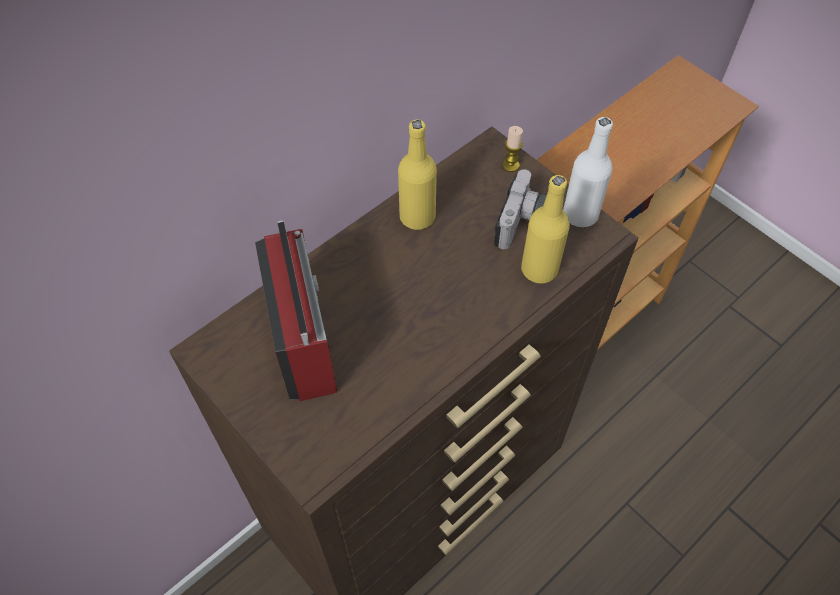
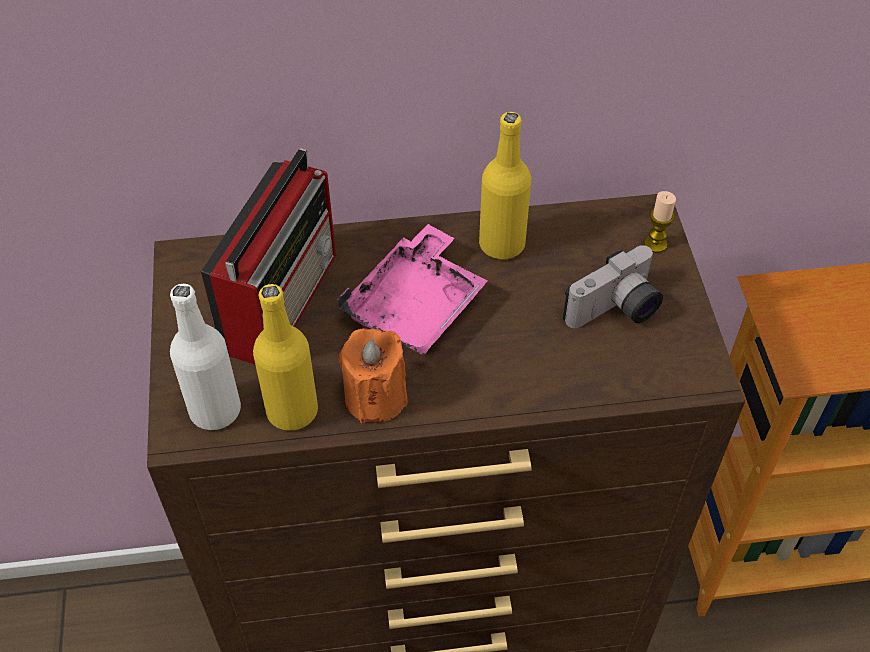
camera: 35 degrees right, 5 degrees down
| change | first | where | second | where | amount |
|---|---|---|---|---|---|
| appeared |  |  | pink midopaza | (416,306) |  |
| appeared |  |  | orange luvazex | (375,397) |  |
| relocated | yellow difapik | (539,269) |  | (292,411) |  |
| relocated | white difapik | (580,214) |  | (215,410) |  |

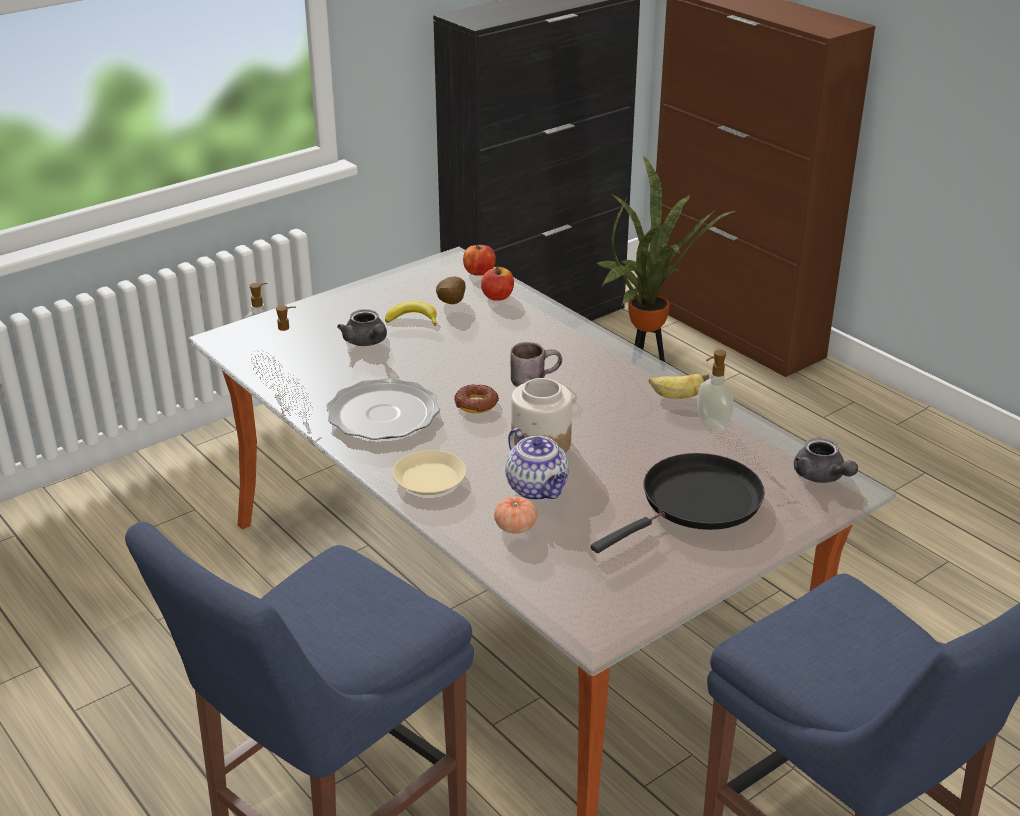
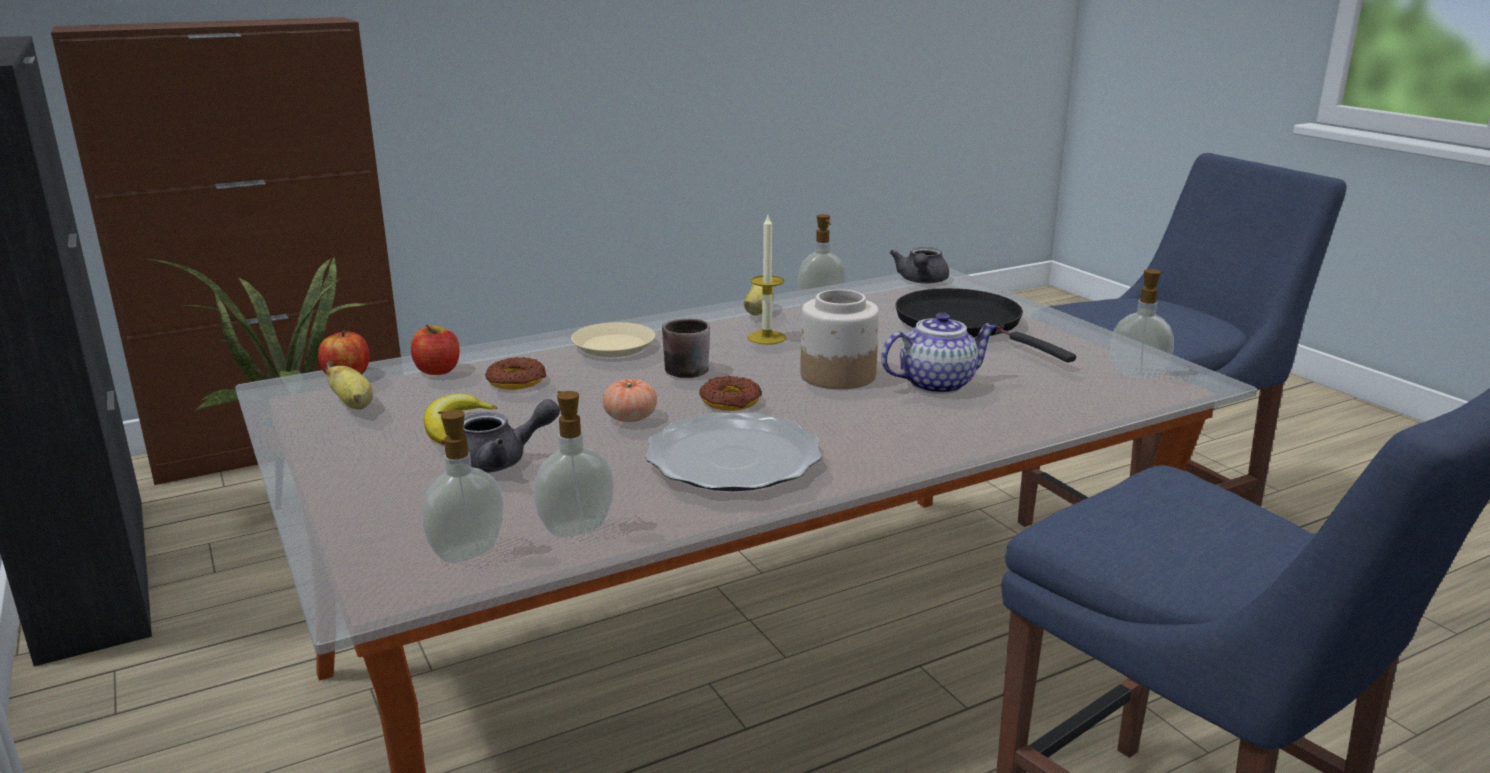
camera: 80 degrees left, 10 degrees down
| change | first | where | second | where | amount |
|---|---|---|---|---|---|
| missing | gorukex | (450,304) |  |  |  |
| appeared |  |  | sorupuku | (353,405) |  |
| appeared |  |  | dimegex | (516,381) |  |
| appeared |  |  | luvazex | (766,337) |  |
| appeared |  |  | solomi | (1137,375) |  |
| relocated | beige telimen | (429,478) |  | (613,346) |  |
| relocated | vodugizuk | (515,527) |  | (630,418) |  |
| spun | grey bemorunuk | (822,477) |  | (921,281) | 120 degrees clockwise |

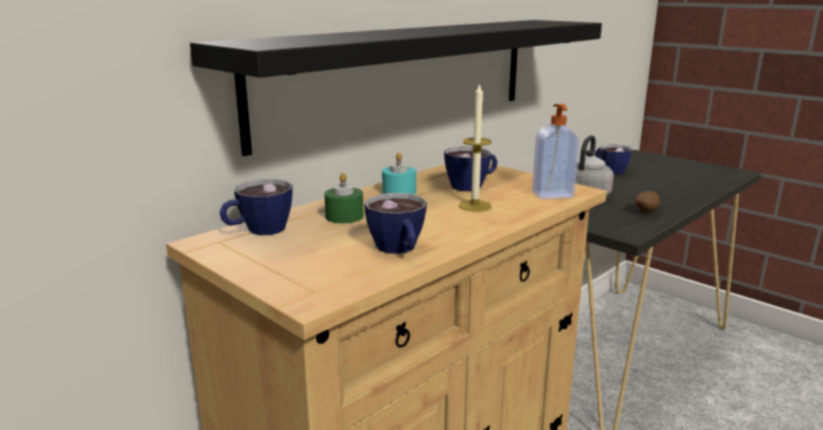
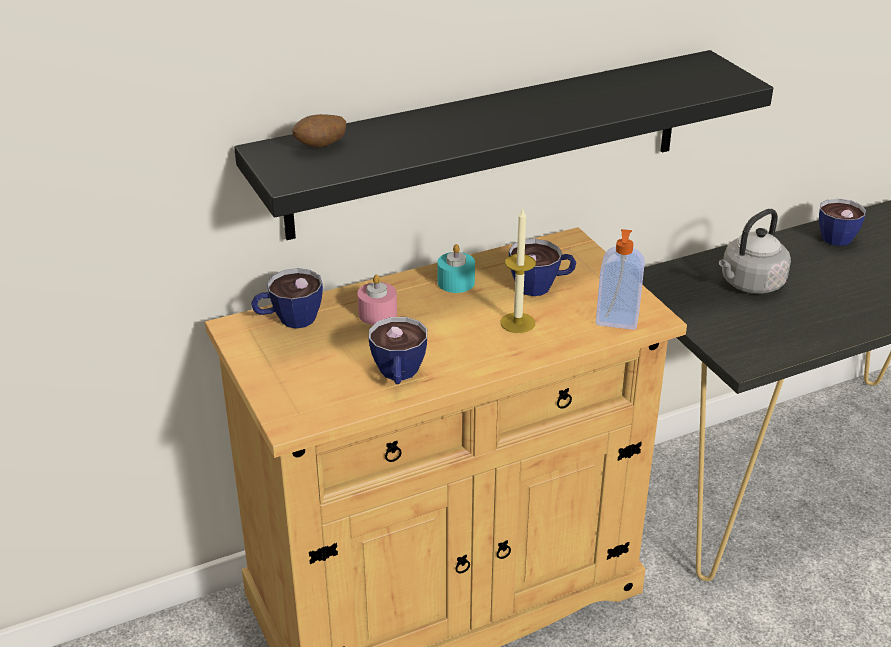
camera: 20 degrees right, 15 degrees up
| change | first | where | second | where | amount |
|---|---|---|---|---|---|
| relocated | gorukex | (646,212) |  | (320,146) |  |
| colour | green luvazex | (344,216) | pink luvazex | (377,314) |  |

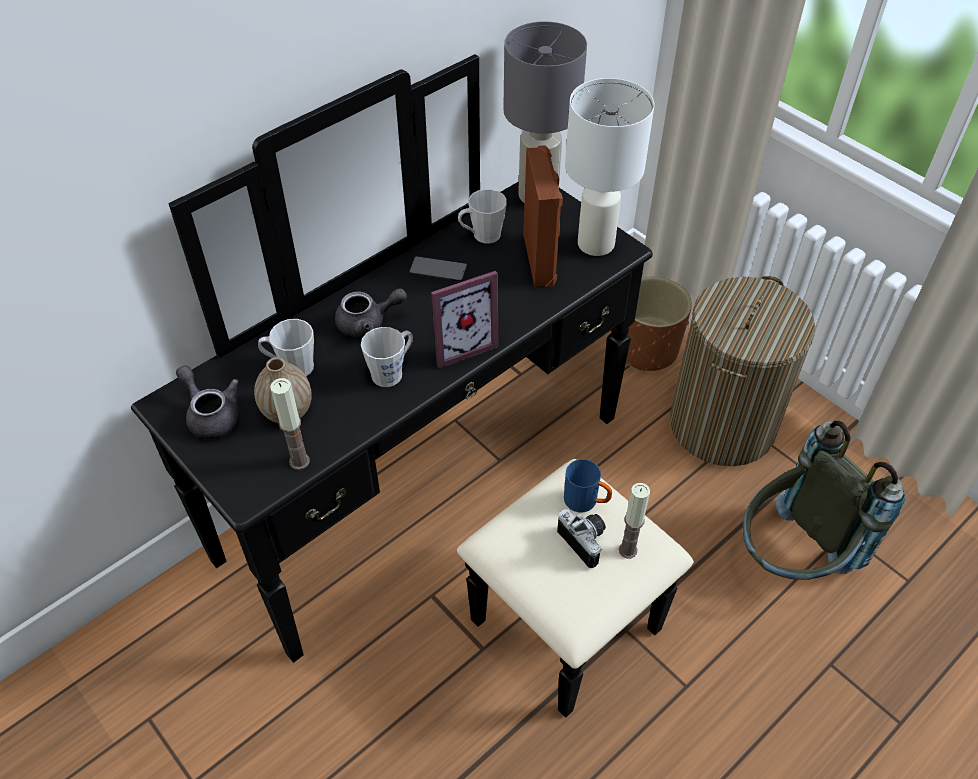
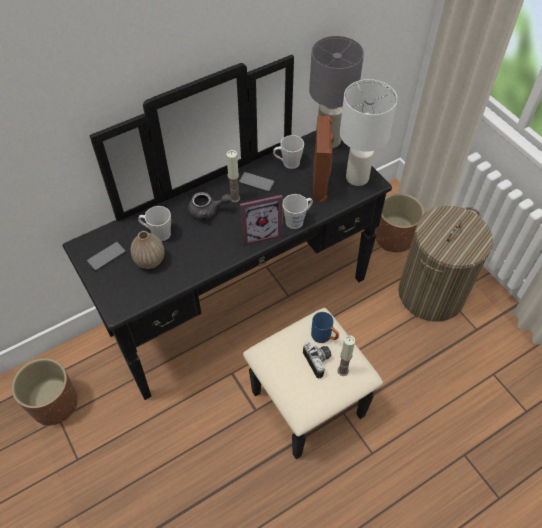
camera: 10 degrees right, 5 degrees up
| change | first | where | second | where | amount |
|---|---|---|---|---|---|
| missing | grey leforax | (791,559) |  |  |  |
| appeared |  |  | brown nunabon | (54,403) |  |
| relocated | luvazex | (299,461) |  | (234,198) |  |
| relocated | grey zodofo | (392,372) |  | (297,220) |  |
| exchanged | grey bemorunuk | (211,415) | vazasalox | (106,256) |  |

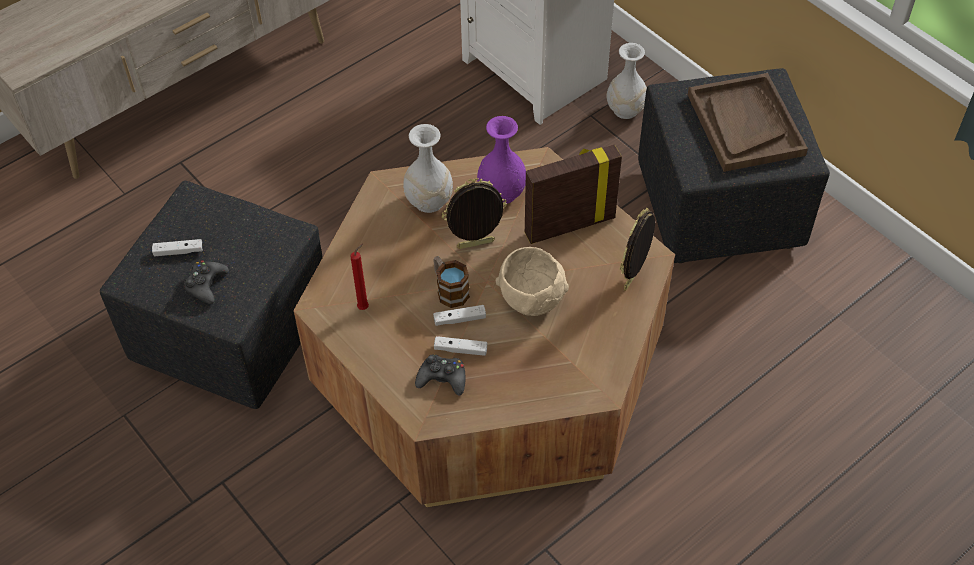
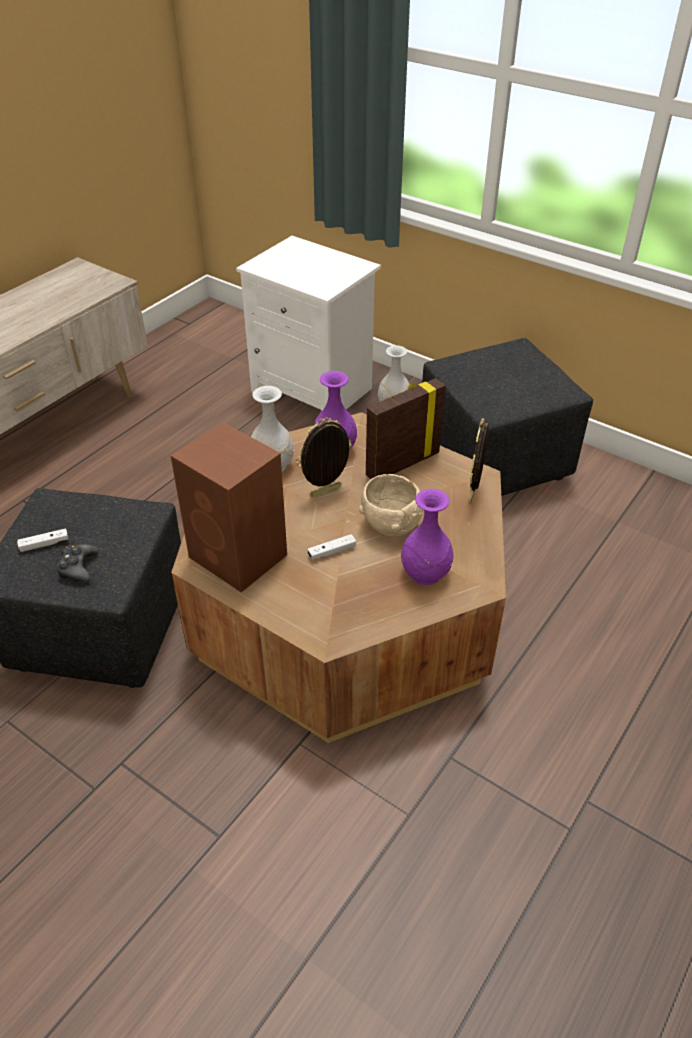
camera: 15 degrees left, 10 degrees down
| change | first | where | second | where | amount |
|---|---|---|---|---|---|
| missing | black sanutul | (442,378) |  |  |  |
| missing | zodofo | (449,290) |  |  |  |
| missing | white sanutul | (460,349) |  |  |  |
| missing | brown midopaza | (745,124) |  |  |  |
| appeared |  |  | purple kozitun | (424,574) |  |
| exchanged | red luvazex | (365,307) | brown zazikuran | (239,557) |  |

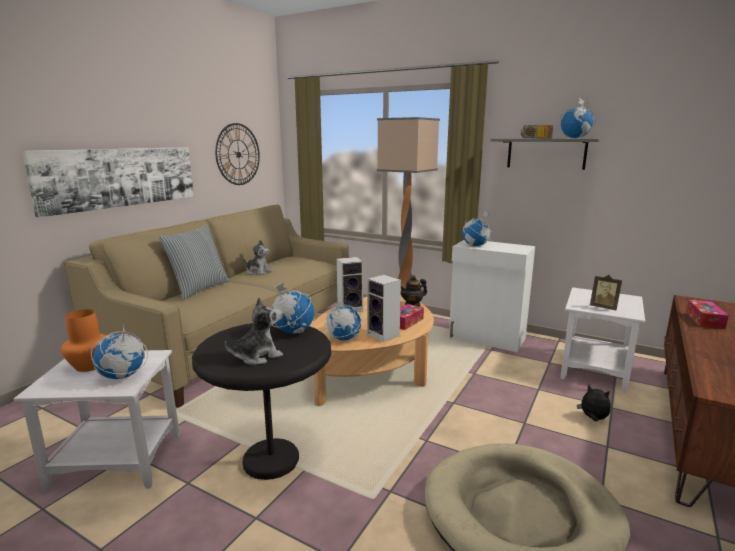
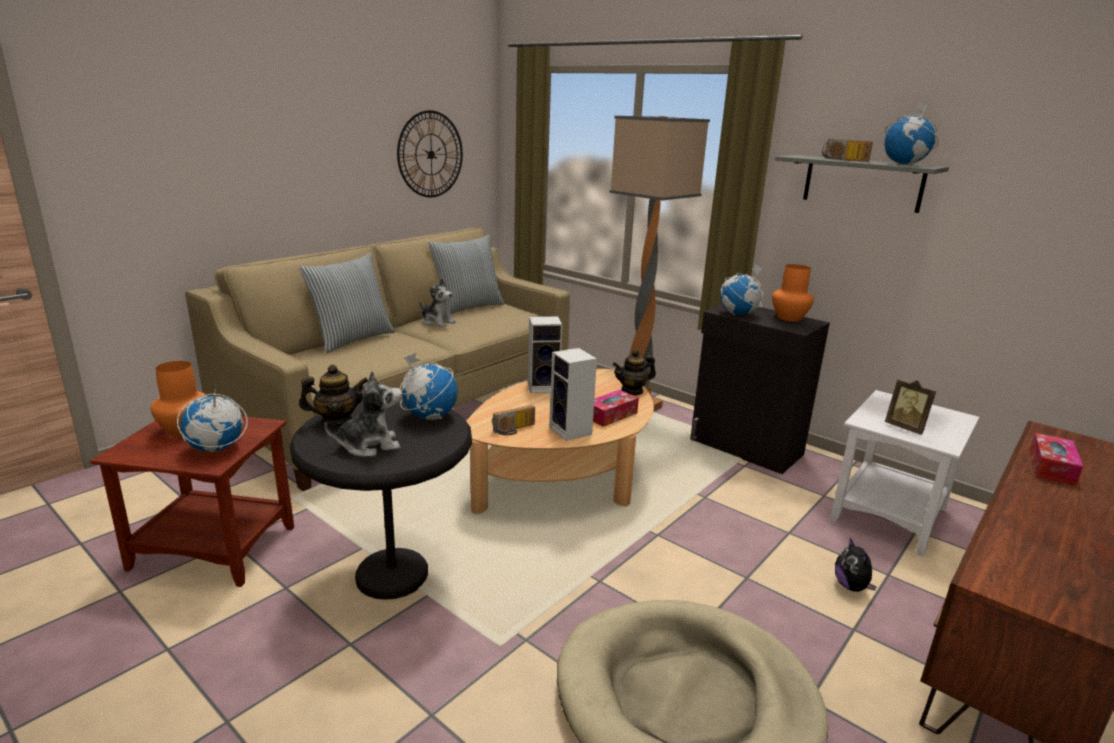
camera: 10 degrees right, 5 degrees up
| change | first | where | second | where | amount |
|---|---|---|---|---|---|
| missing | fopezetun | (120,177) |  |  |  |
| appeared |  |  | bemorunuk | (336,421) |  |
| appeared |  |  | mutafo | (467,307) |  |
| appeared |  |  | orange kozitun | (790,318) |  |
| exchanged | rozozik | (343,339) | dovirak | (514,430) |  |
| colour | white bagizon | (116,462) | brown bagizon | (212,549) |  |
| colour | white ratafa | (487,338) | black ratafa | (746,448) |  |
| spun | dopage | (593,418) |  | (851,587) | 150 degrees counterclockwise |

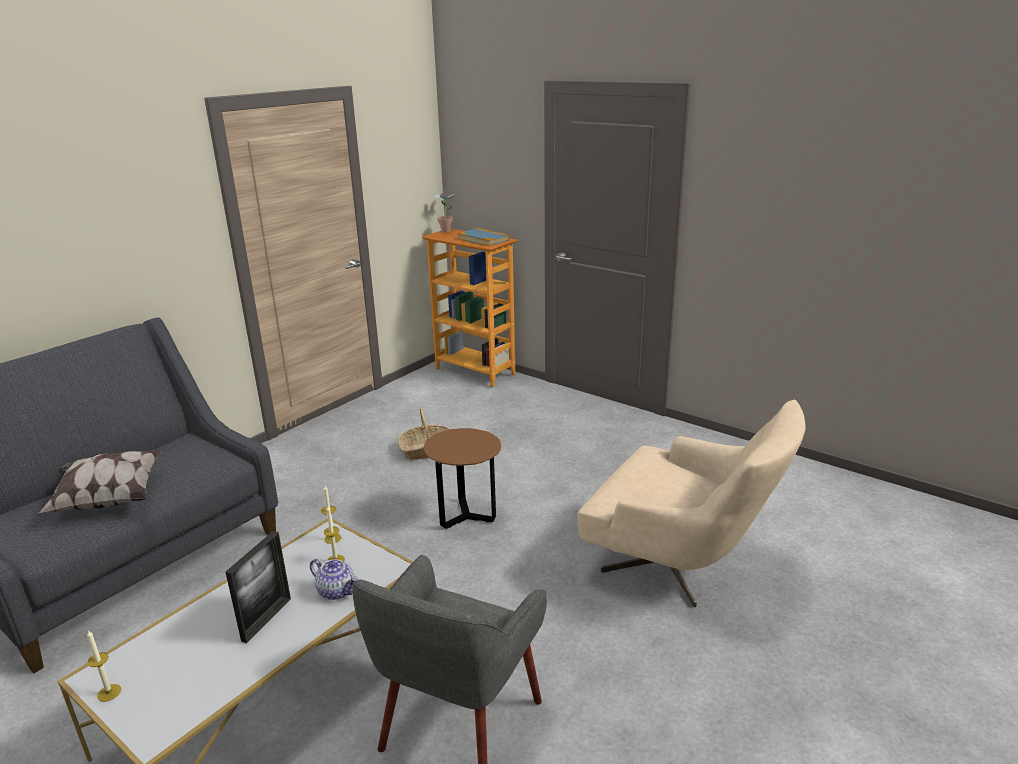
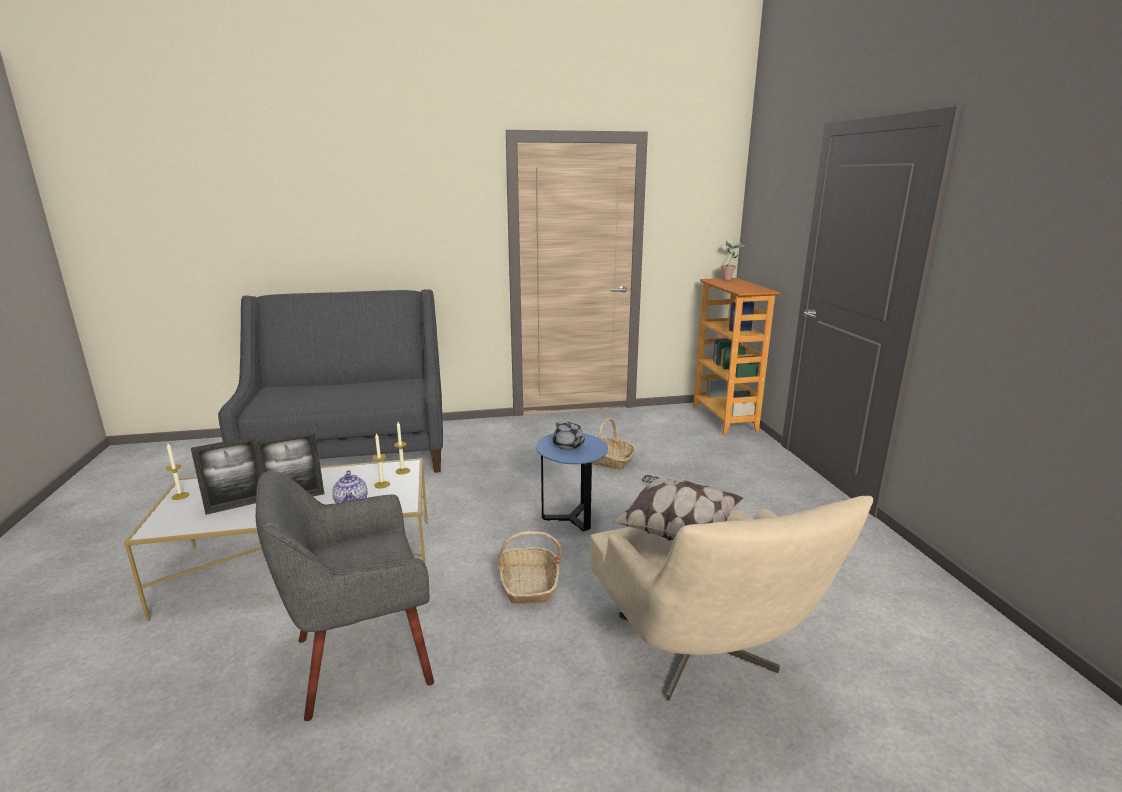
camera: 40 degrees right, 5 degrees down
| change | first | where | second | where | amount |
|---|---|---|---|---|---|
| missing | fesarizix | (483,239) |  |  |  |
| appeared |  |  | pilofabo | (237,506) |  |
| appeared |  |  | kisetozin | (529,584) |  |
| appeared |  |  | grey bemorunuk | (568,446) |  |
| relocated | mutafo | (109,498) |  | (677,530) |  |
| colour | brown bagizon | (466,516) | blue bagizon | (571,518) |  |

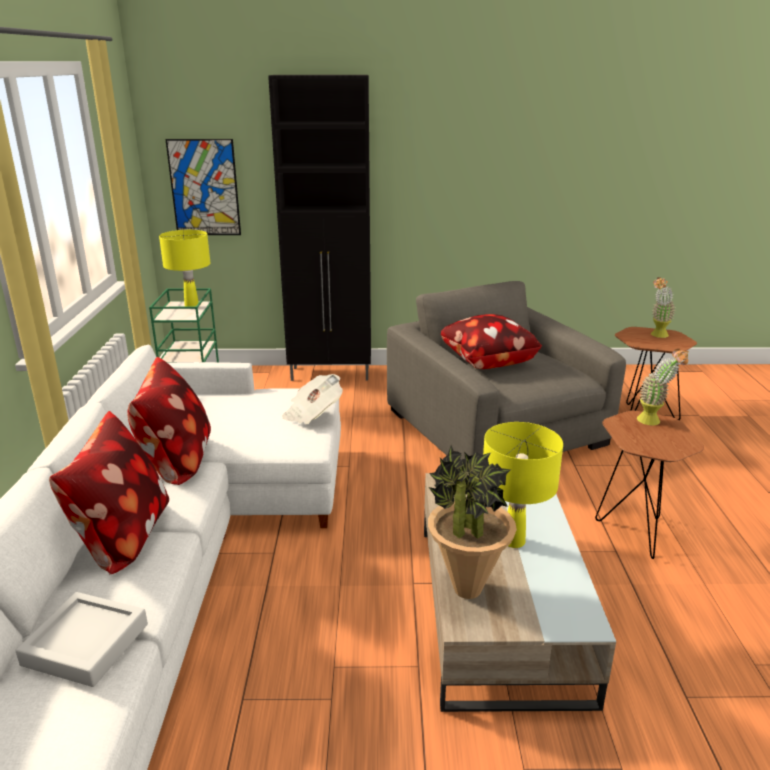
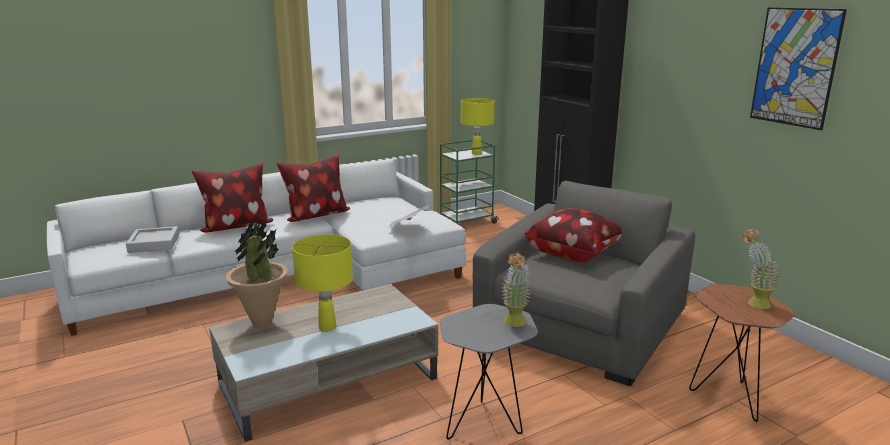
camera: 60 degrees right, 5 degrees down
| change | first | where | second | where | amount |
|---|---|---|---|---|---|
| relocated | fopezetun | (204,188) |  | (795,67) |  |
| colour | brown bagizon | (634,530) | grey bagizon | (485,423) |  |

